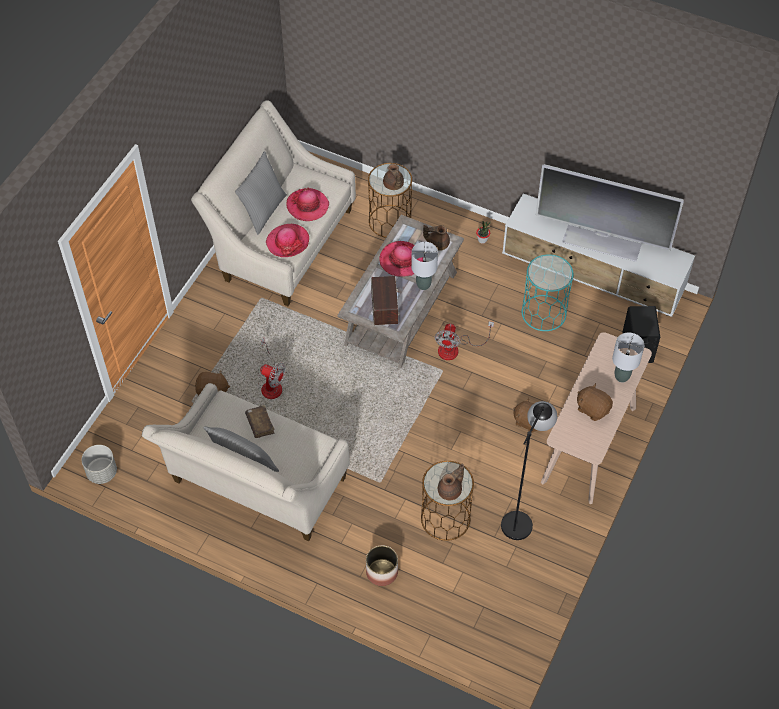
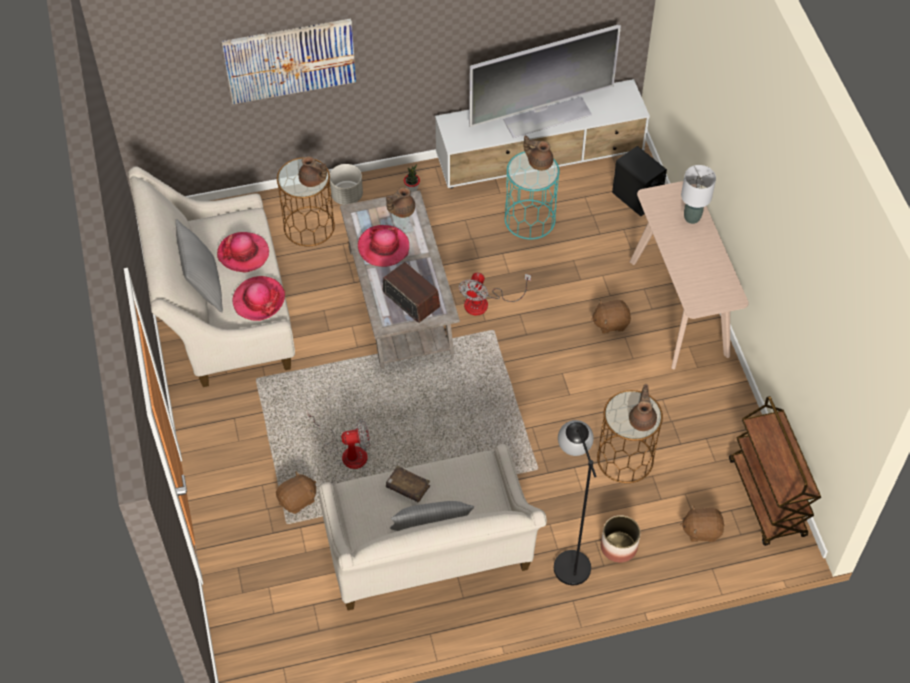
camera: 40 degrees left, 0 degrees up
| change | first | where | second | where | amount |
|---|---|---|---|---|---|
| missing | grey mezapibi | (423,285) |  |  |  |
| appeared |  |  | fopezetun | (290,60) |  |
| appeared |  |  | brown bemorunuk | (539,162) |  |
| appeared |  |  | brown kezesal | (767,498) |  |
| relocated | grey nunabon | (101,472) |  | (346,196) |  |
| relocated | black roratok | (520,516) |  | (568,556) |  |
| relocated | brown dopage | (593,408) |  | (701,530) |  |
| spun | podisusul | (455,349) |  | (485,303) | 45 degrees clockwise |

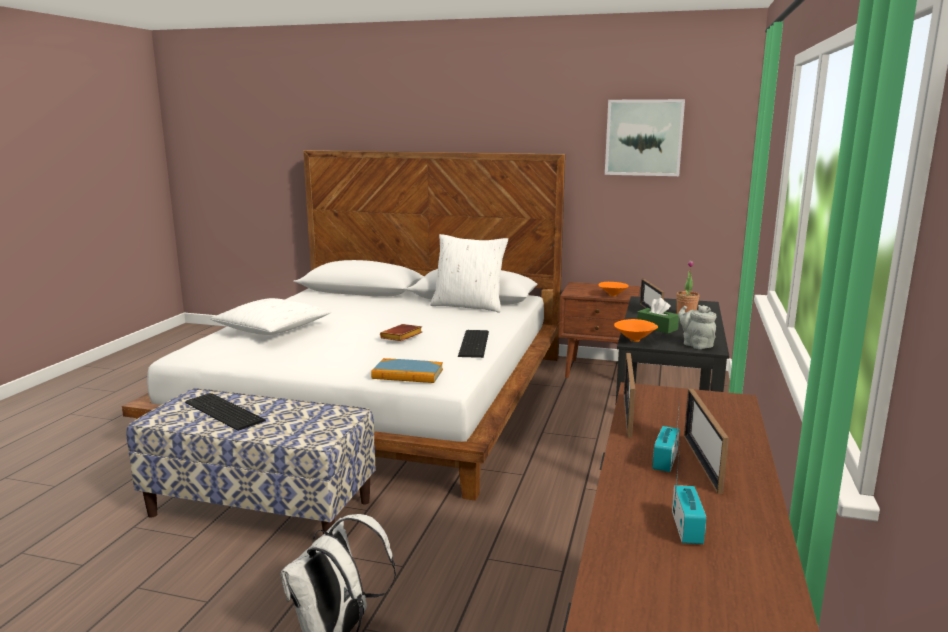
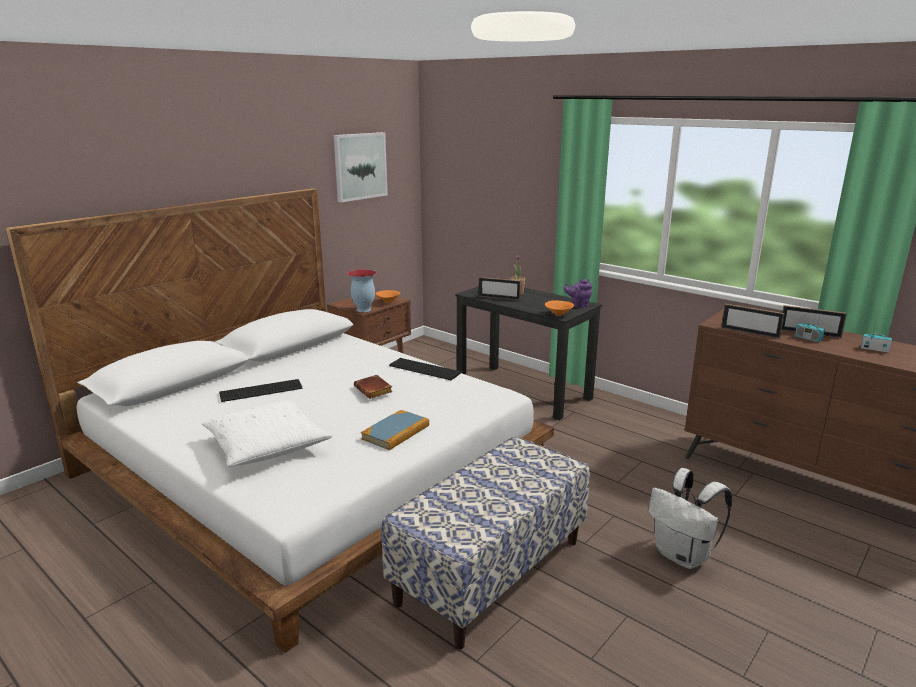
camera: 65 degrees left, 5 degrees up
| change | first | where | second | where | amount |
|---|---|---|---|---|---|
| missing | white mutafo | (468,306) |  |  |  |
| missing | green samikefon | (657,328) |  |  |  |
| appeared |  |  | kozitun | (363,310) |  |
| relocated | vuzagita | (223,412) |  | (262,391) |  |
| relocated | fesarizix | (407,374) |  | (396,432) |  |
| colour | grey bemorunuk | (695,344) | purple bemorunuk | (578,305) |  |

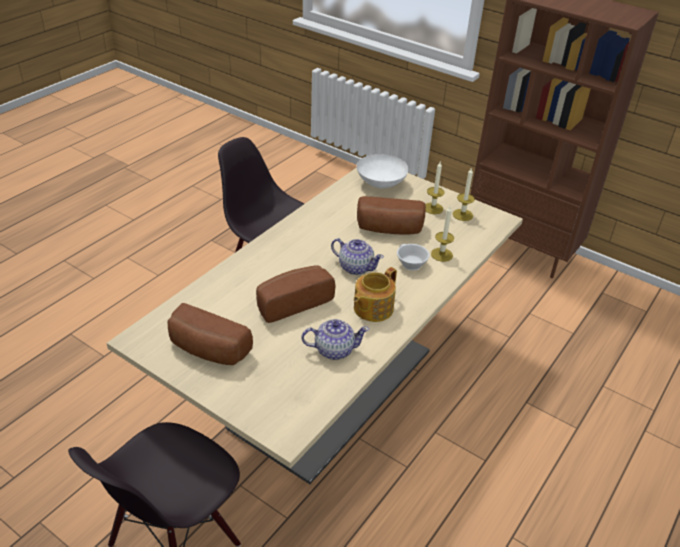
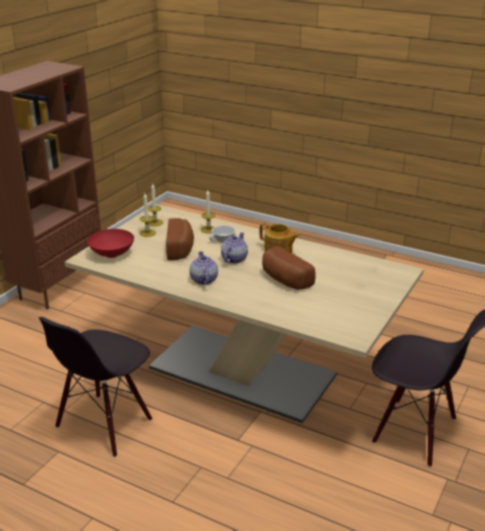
camera: 95 degrees left, 10 degrees down
| change | first | where | second | where | amount |
|---|---|---|---|---|---|
| missing | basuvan | (207,350) |  |  |  |
| relocated | bemorunuk | (333,350) |  | (203,280) |  |
| colour | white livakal | (380,183) | red livakal | (111,254) |  |

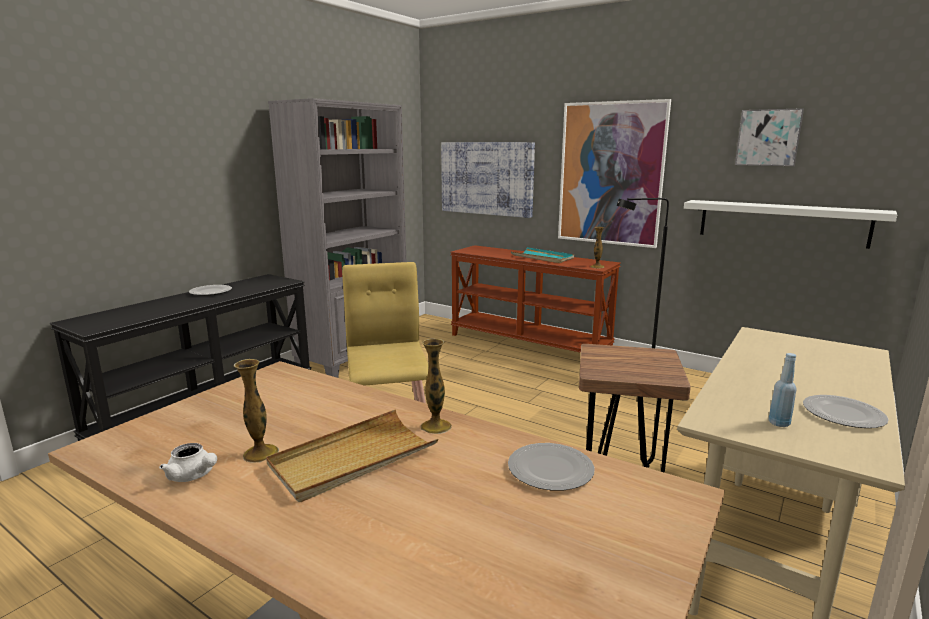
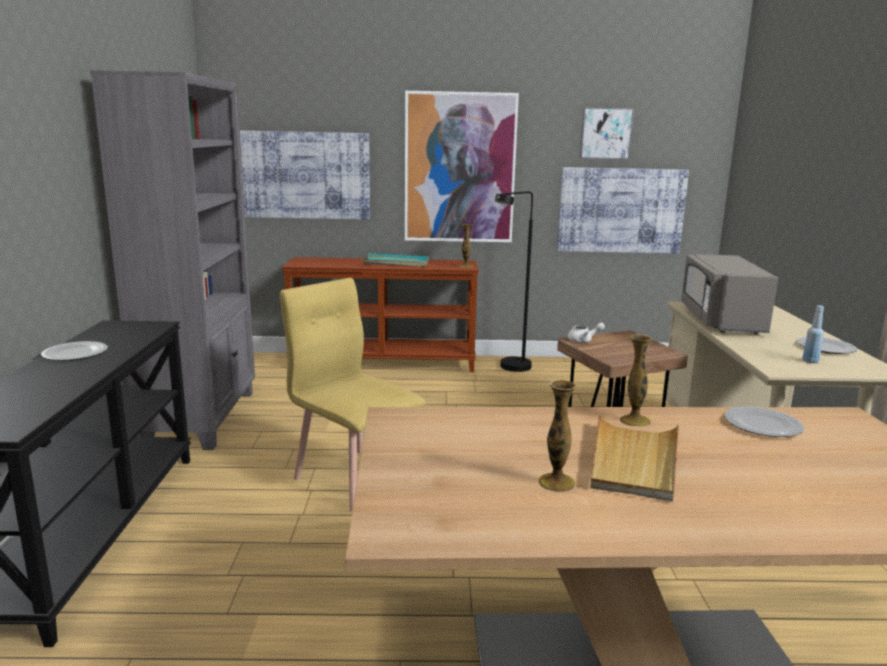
camera: 35 degrees left, 0 degrees up
| change | first | where | second | where | amount |
|---|---|---|---|---|---|
| appeared |  |  | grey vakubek | (720,320) |  |
| relocated | white bemorunuk | (193,476) |  | (583,340) |  |
| exchanged | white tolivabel | (781,223) | fopezetun | (620,210) |  |

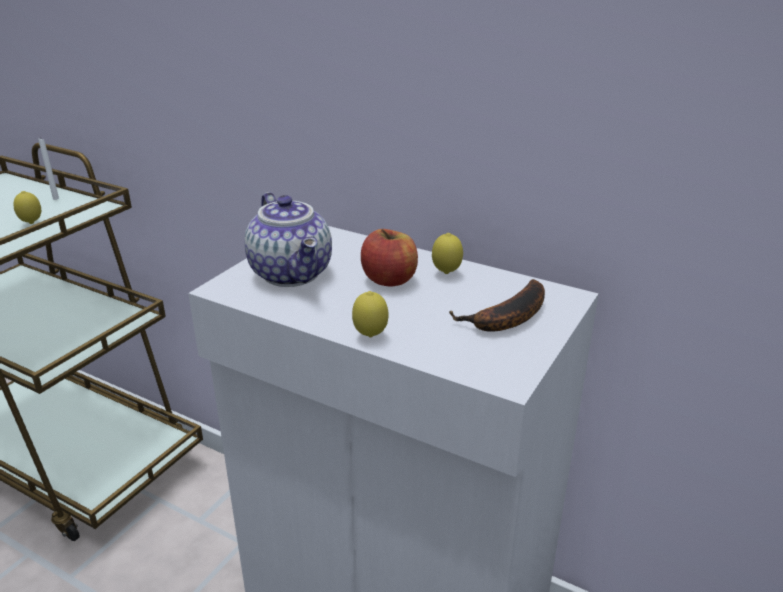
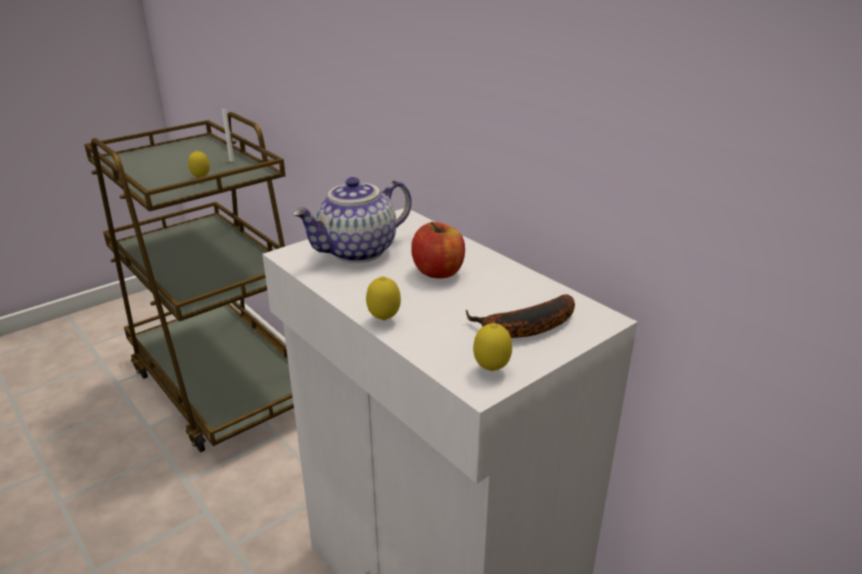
camera: 20 degrees right, 0 degrees up
| change | first | where | second | where | amount |
|---|---|---|---|---|---|
| relocated | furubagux | (446,273) |  | (491,370) |  |
| spun | bemorunuk | (293,274) |  | (358,252) | 60 degrees clockwise |

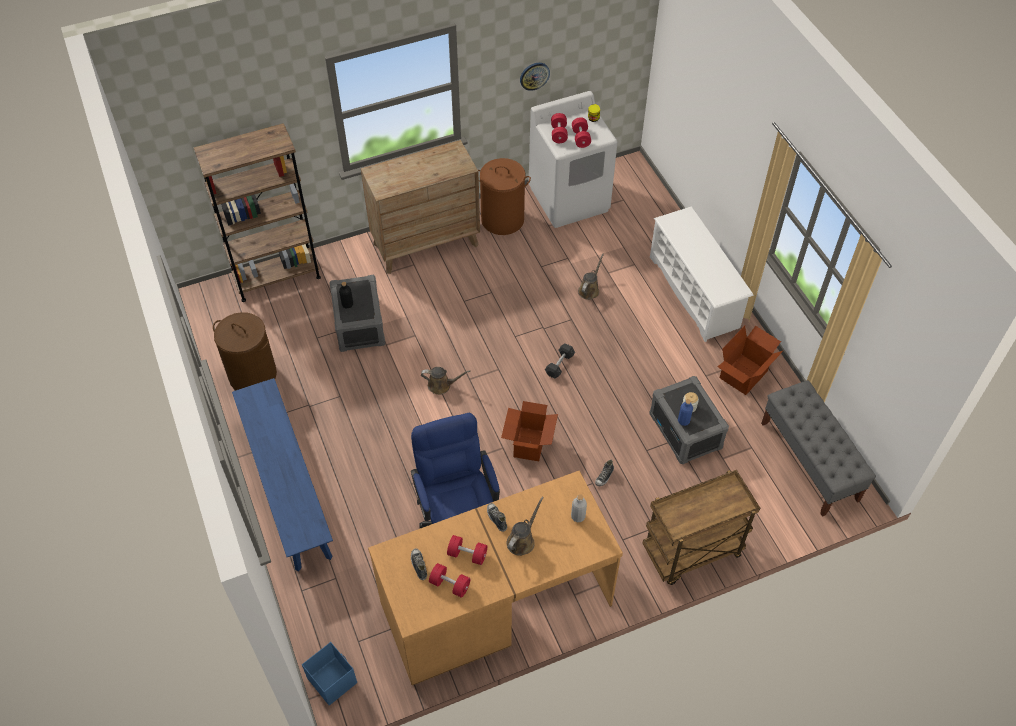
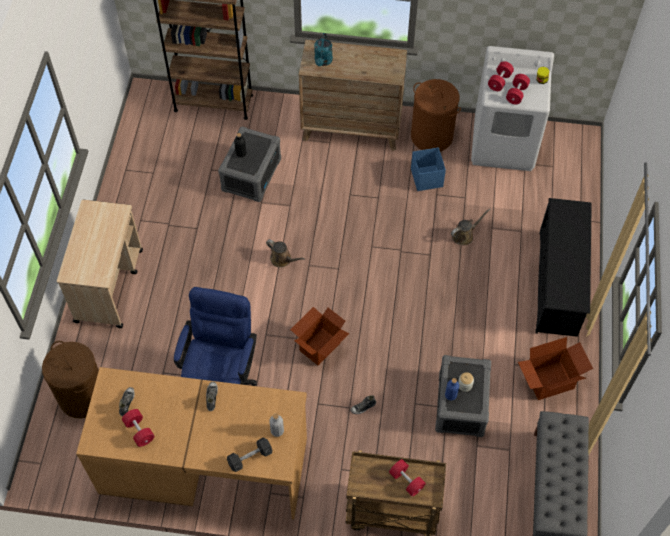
camera: 30 degrees right, 5 degrees up
| change | first | where | second | where | amount |
|---|---|---|---|---|---|
| missing | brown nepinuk | (522,540) |  |  |  |
| missing | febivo | (534,75) |  |  |  |
| appeared |  |  | turquoise nepinuk | (323,61) |  |
| relocated | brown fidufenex | (253,374) |  | (83,396) |  |
| relocated | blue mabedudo | (332,680) |  | (426,177) |  |
| relocated | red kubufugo | (467,554) |  | (406,481) |  |
| relocated | grey kubufugo | (559,365) |  | (250,457) |  |
| exchanged | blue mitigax | (288,488) | beige kezesal | (109,285) |  |
| colour | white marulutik | (694,292) | black marulutik | (558,283) |  |

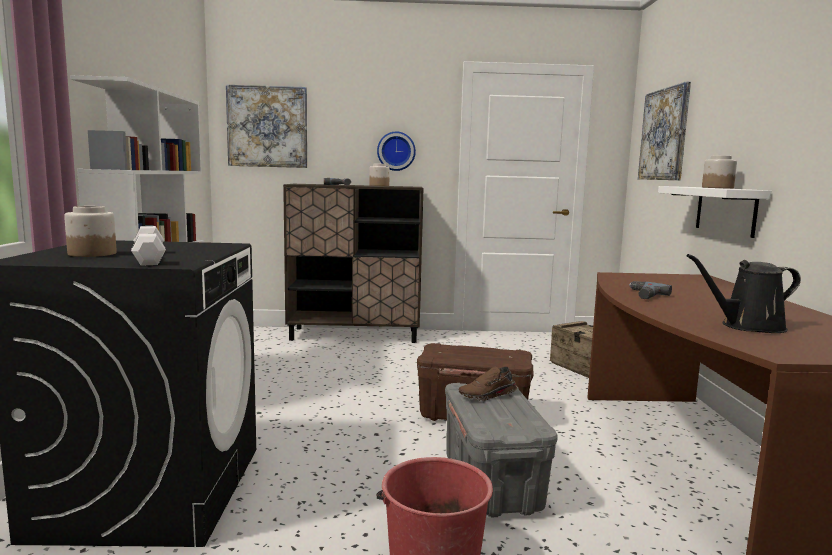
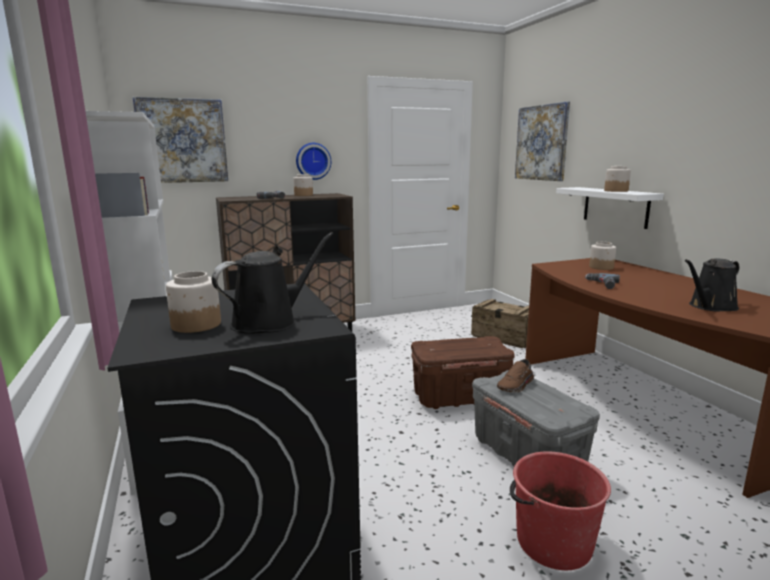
camera: 20 degrees left, 5 degrees up
| change | first | where | second | where | amount |
|---|---|---|---|---|---|
| appeared |  |  | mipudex | (601,267) |  |
| exchanged | white kubufugo | (149,257) | black nepinuk | (270,322) |  |

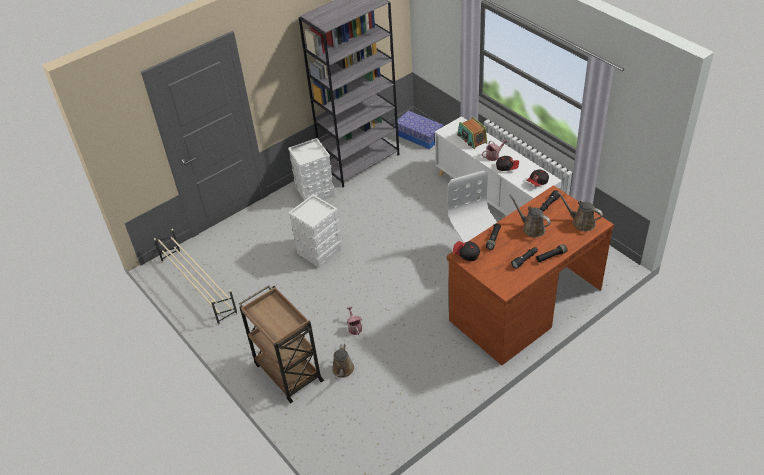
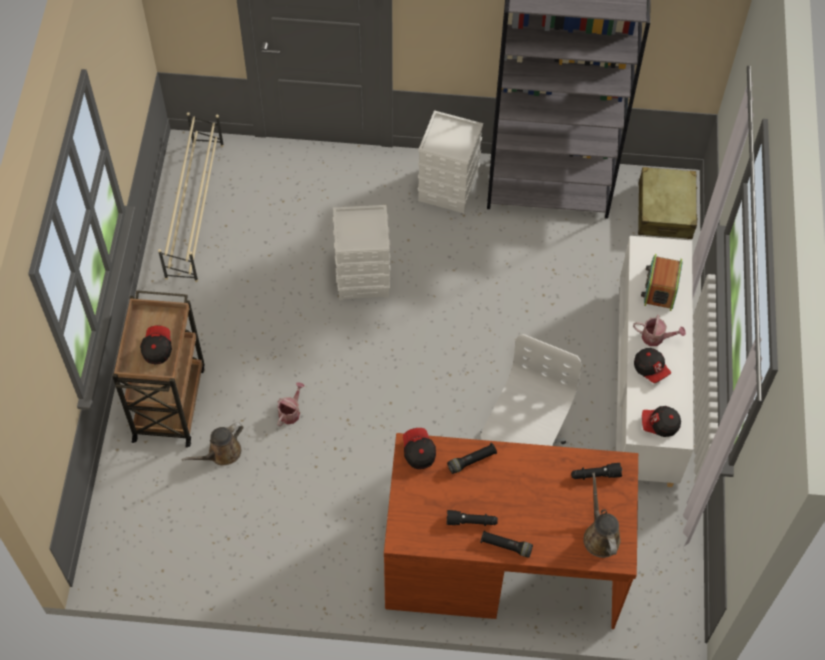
camera: 40 degrees right, 15 degrees up
| change | first | where | second | where | amount |
|---|---|---|---|---|---|
| missing | brown nepinuk | (531,228) |  |  |  |
| appeared |  |  | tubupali | (157,348) |  |
| exchanged | mabedudo | (419,136) | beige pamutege | (665,210) |  |

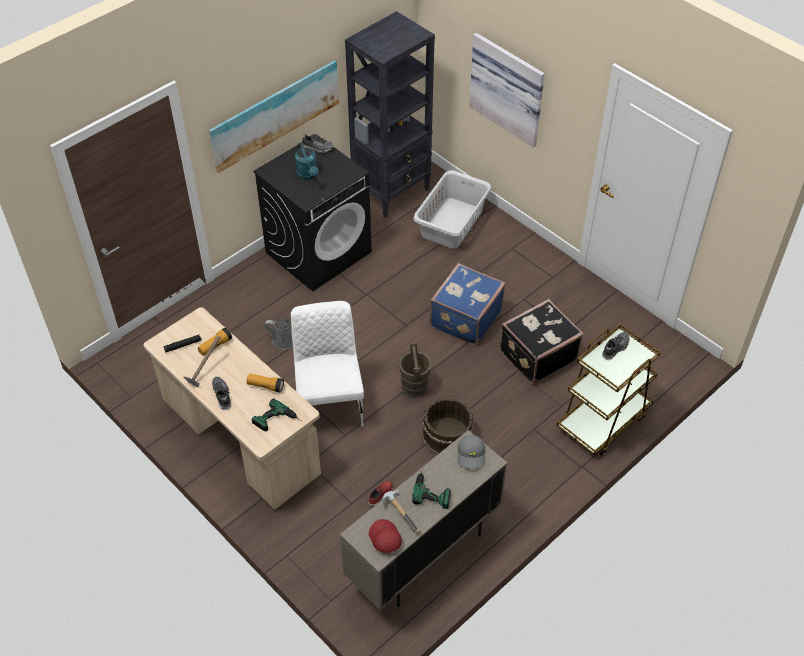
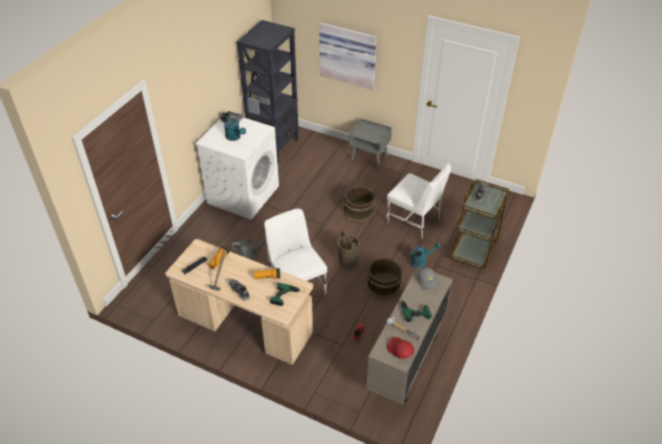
camera: 20 degrees left, 5 degrees down
| change | first | where | second | where | amount |
|---|---|---|---|---|---|
| missing | fopezetun | (274,114) |  |  |  |
| missing | grey fidufenex | (452,223) |  |  |  |
| appeared |  |  | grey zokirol | (369,158) |  |
| appeared |  |  | turquoise nepinuk | (421,261) |  |
| exchanged | blue pamutege | (464,318) | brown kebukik | (358,210) |  |
| exchanged | black pamutege | (537,354) | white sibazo | (414,220) |  |
| colour | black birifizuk | (318,252) | white birifizuk | (243,194) |  |

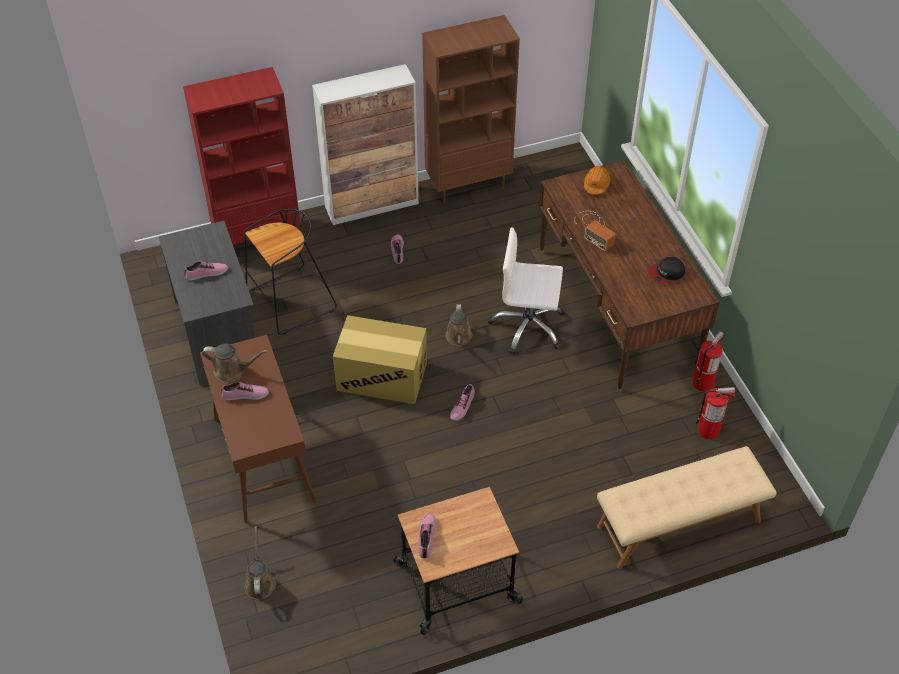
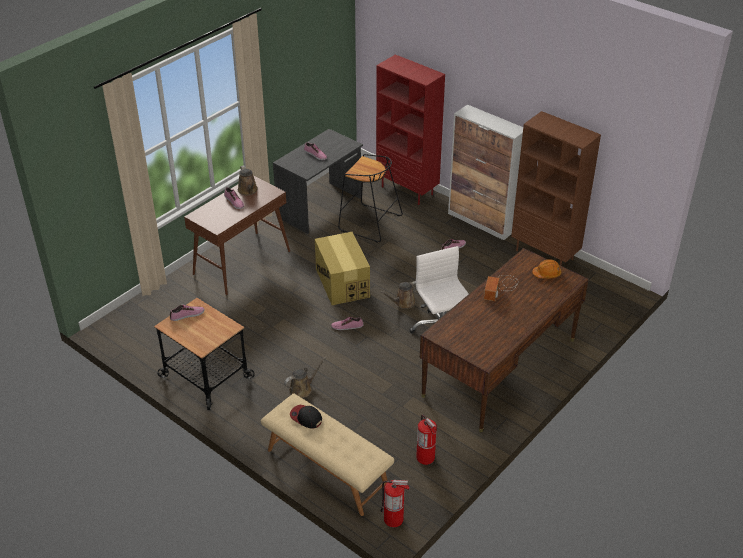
camera: 60 degrees right, 10 degrees down
| change | first | where | second | where | amount |
|---|---|---|---|---|---|
| relocated | brown nepinuk | (260,582) |  | (302,389) |  |
| relocated | tubupali | (666,273) |  | (306,418) |  |
| relocated | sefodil | (703,383) |  | (394,519) |  |

